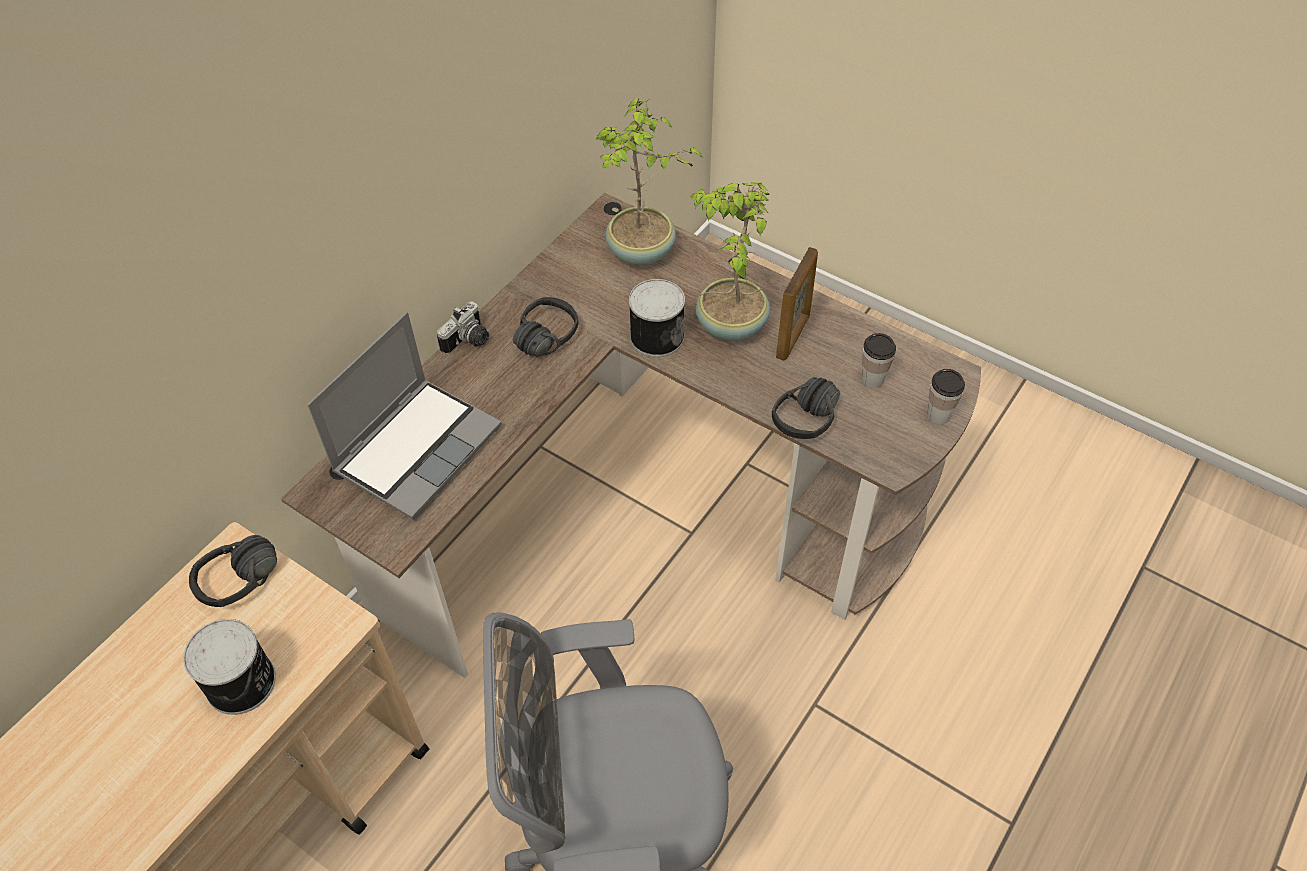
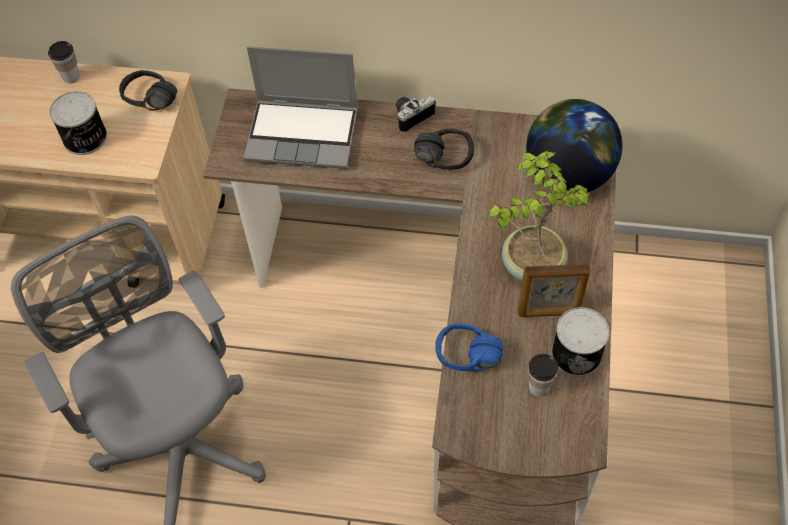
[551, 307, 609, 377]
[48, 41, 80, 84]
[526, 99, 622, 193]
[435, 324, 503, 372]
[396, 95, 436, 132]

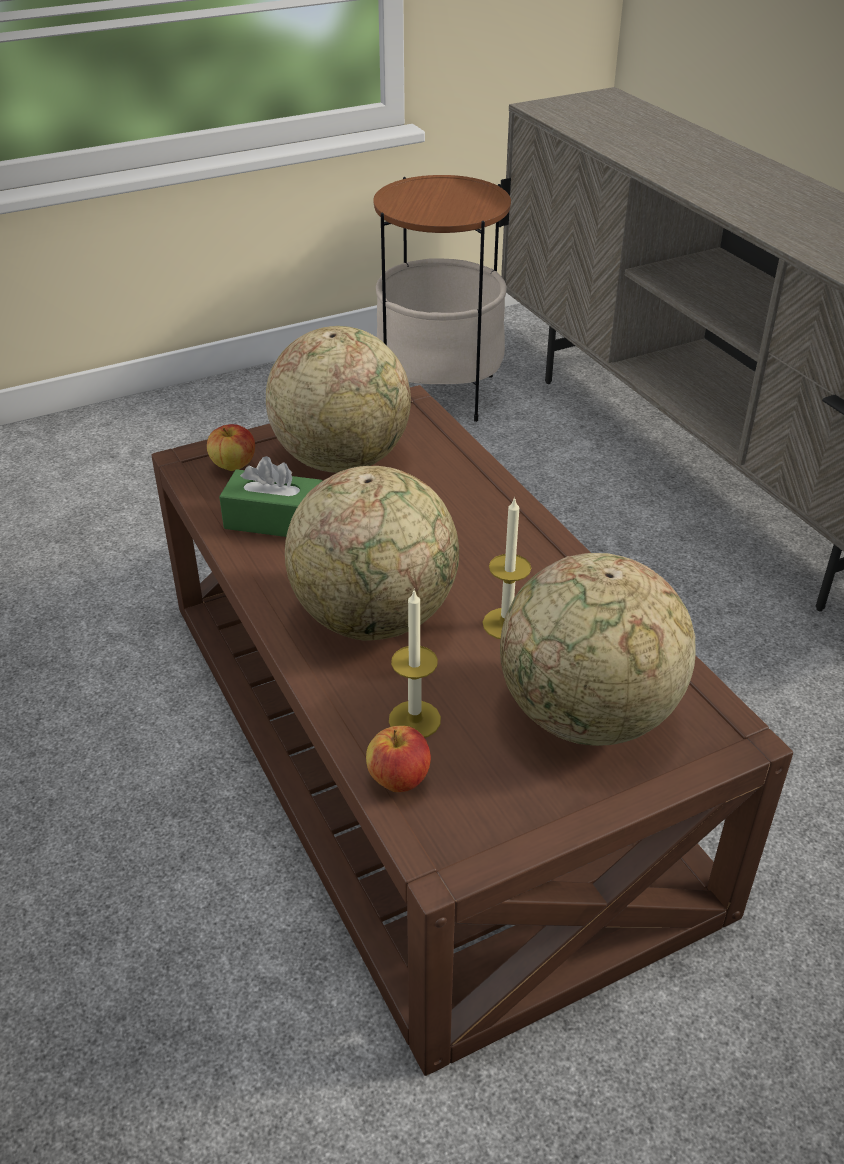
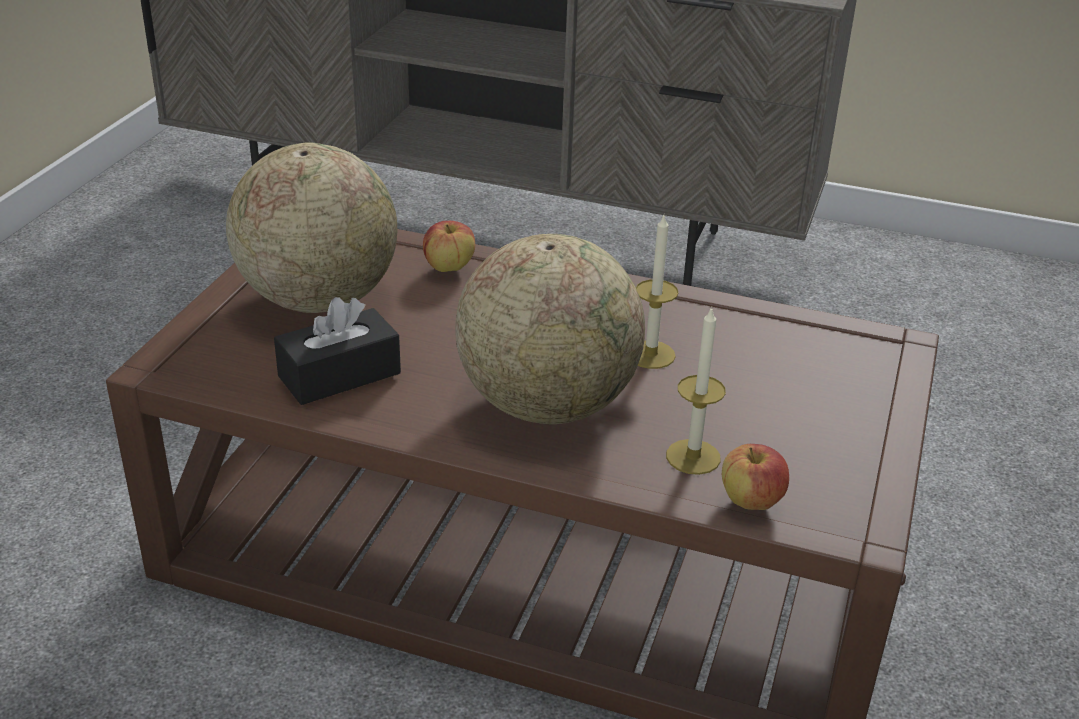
[373, 175, 511, 422] (first image)
[500, 553, 696, 746] (first image)
[423, 221, 475, 272]
[274, 297, 401, 405]

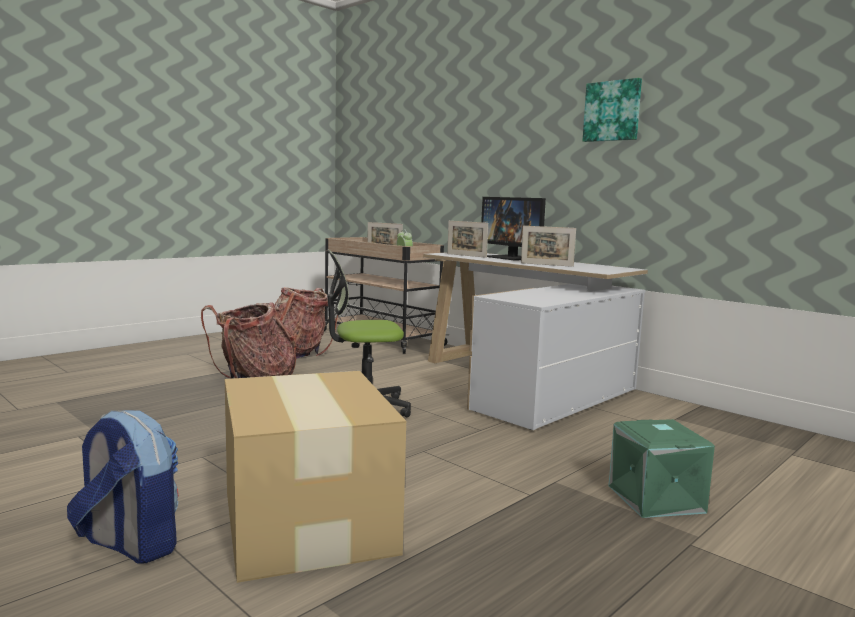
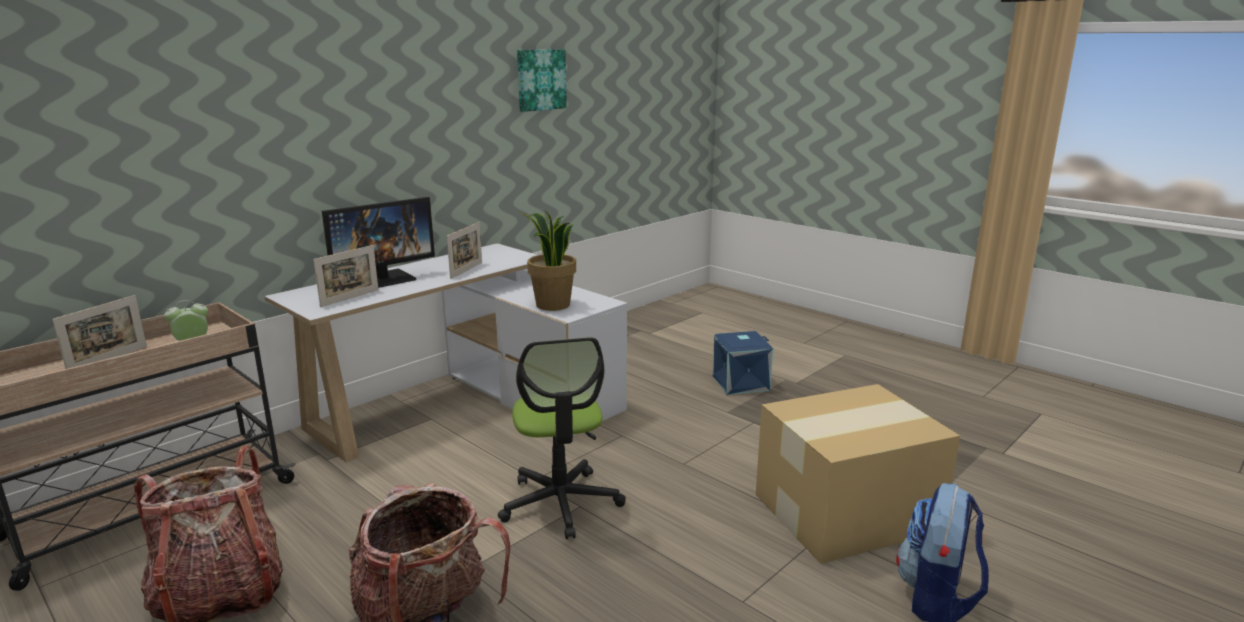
[519, 209, 576, 311]
[517, 49, 567, 112]
[712, 331, 773, 395]

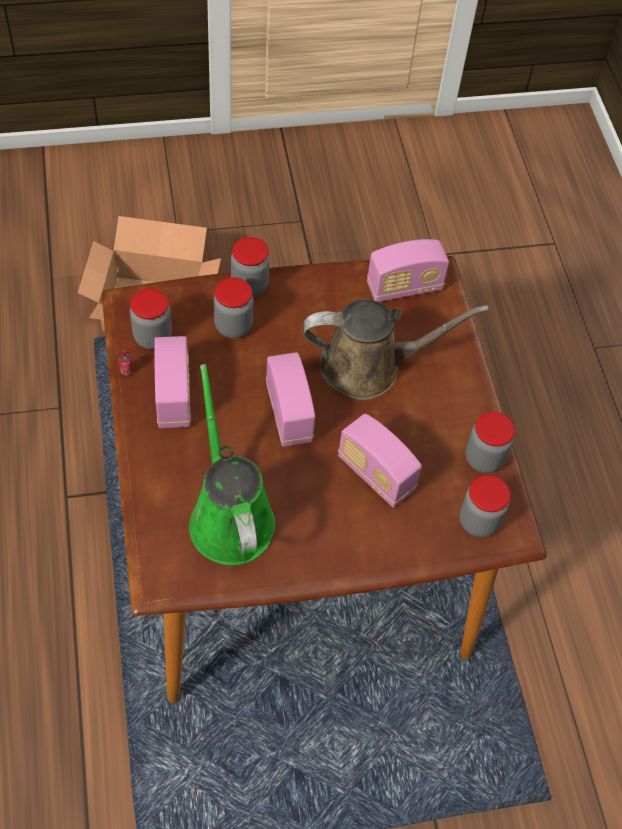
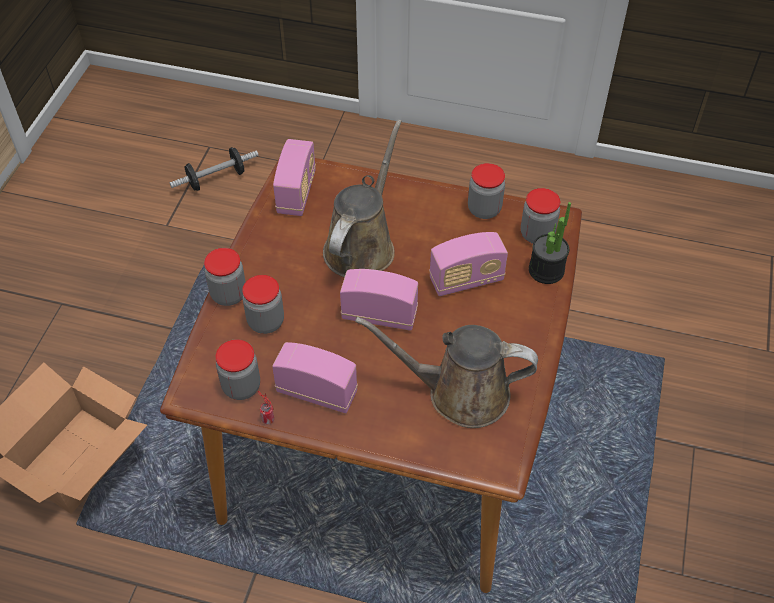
[170, 147, 259, 191]
[529, 202, 571, 284]
[355, 317, 538, 428]

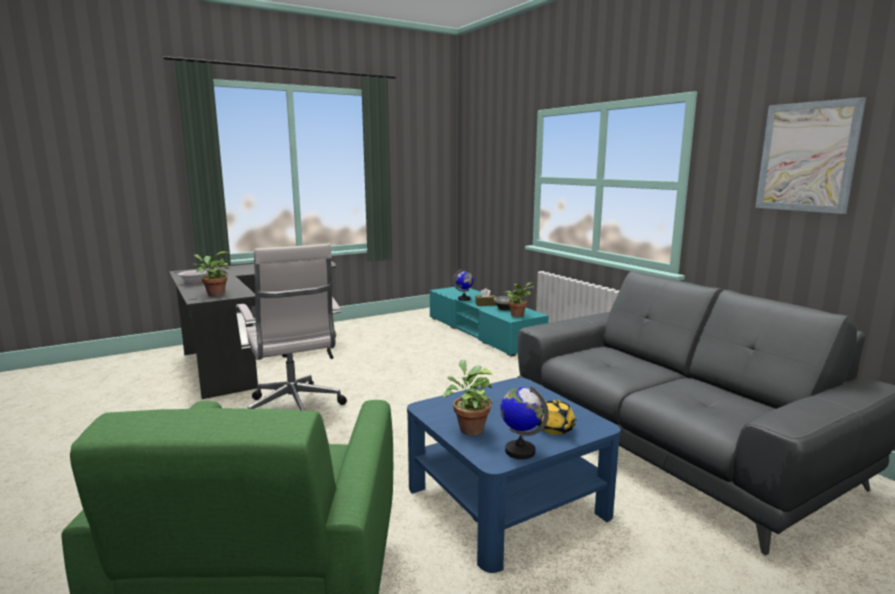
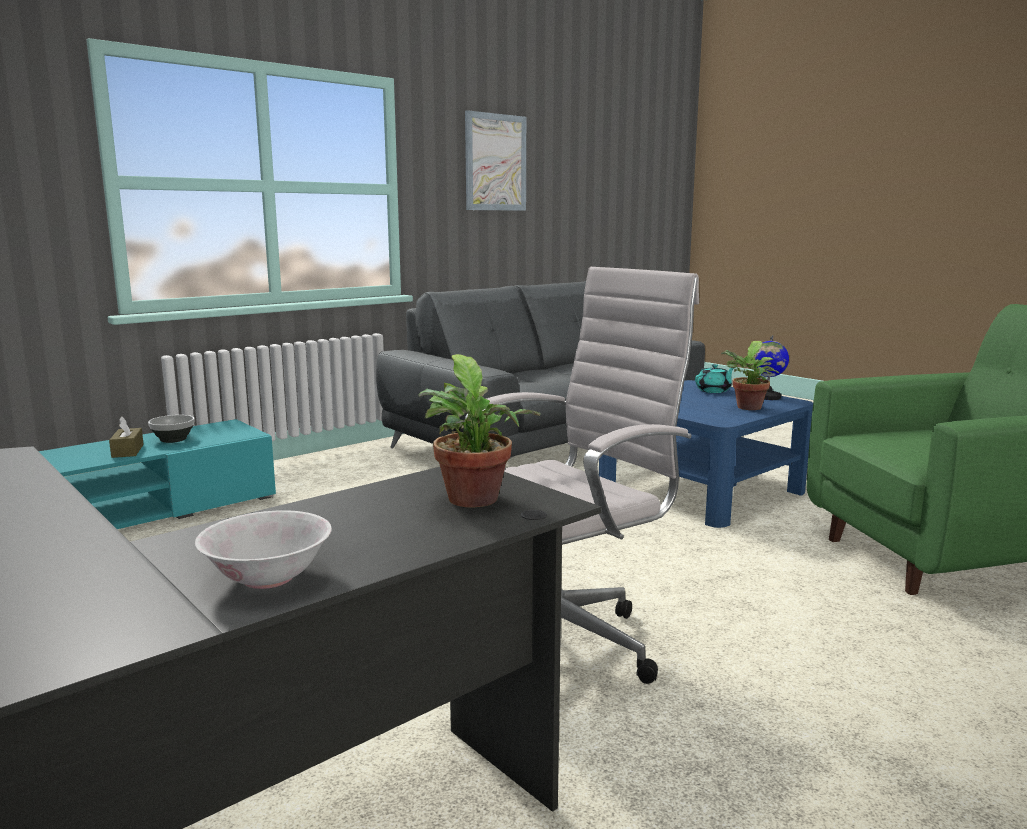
[453, 269, 474, 301] (first image)
[504, 282, 534, 317] (first image)
[695, 364, 734, 393]

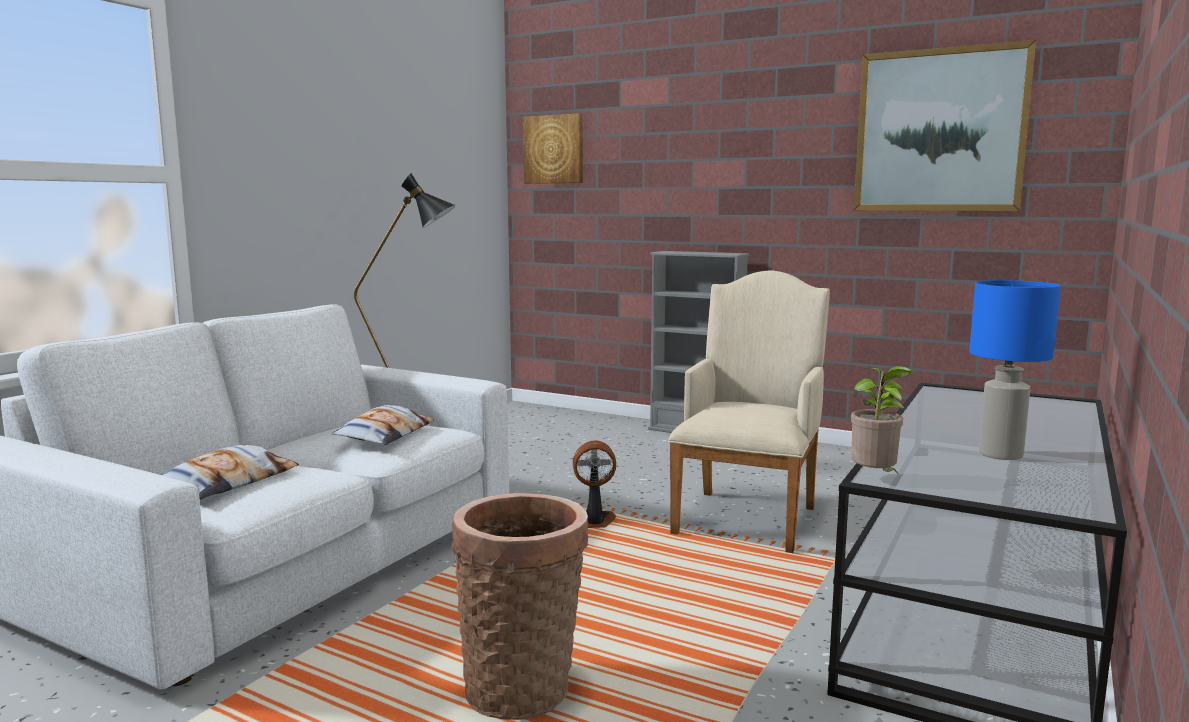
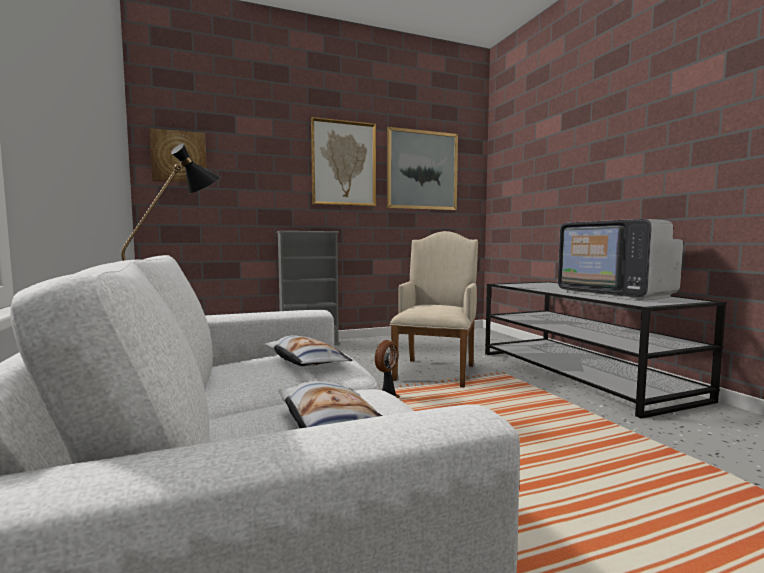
[451, 493, 589, 720] (first image)
[851, 366, 911, 472] (first image)
[311, 117, 376, 206]
[558, 219, 683, 300]
[390, 231, 478, 387]

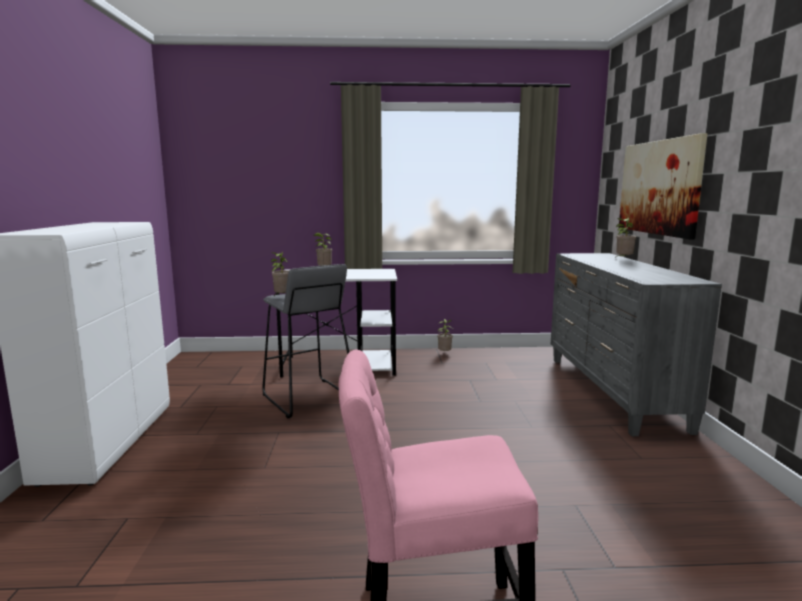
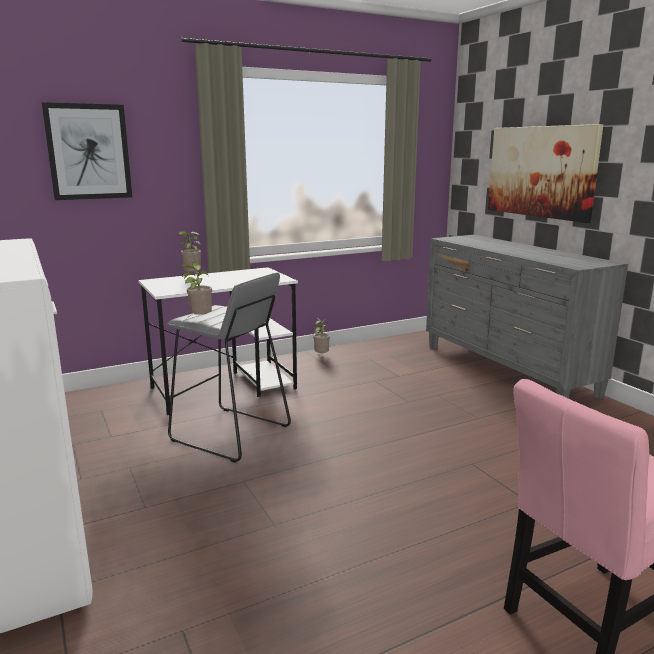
[615, 218, 636, 258] (first image)
[42, 102, 132, 200]

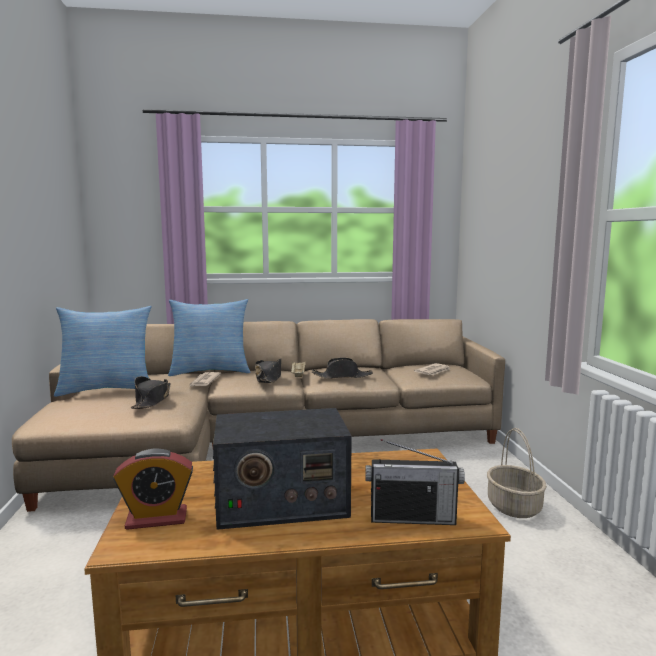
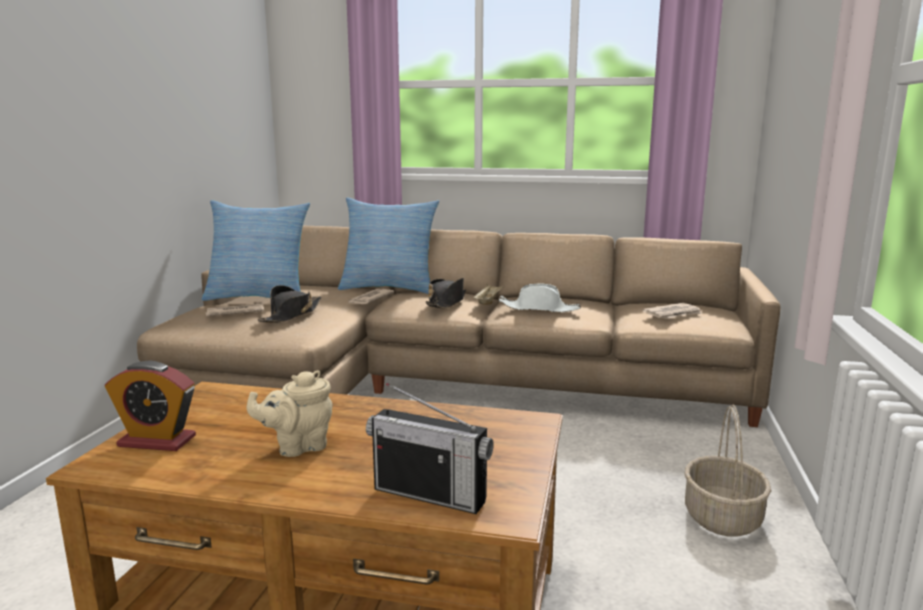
[205, 304, 264, 316]
[247, 371, 333, 457]
[498, 284, 581, 312]

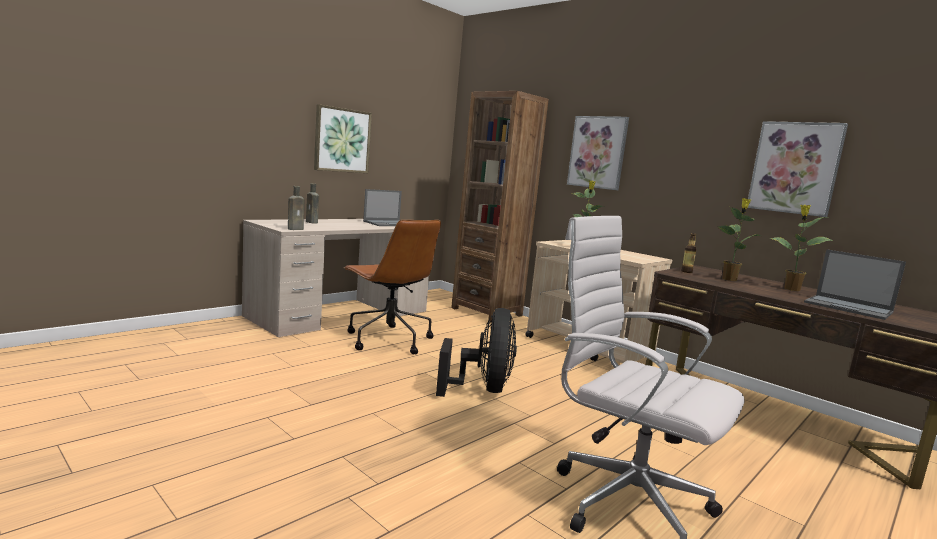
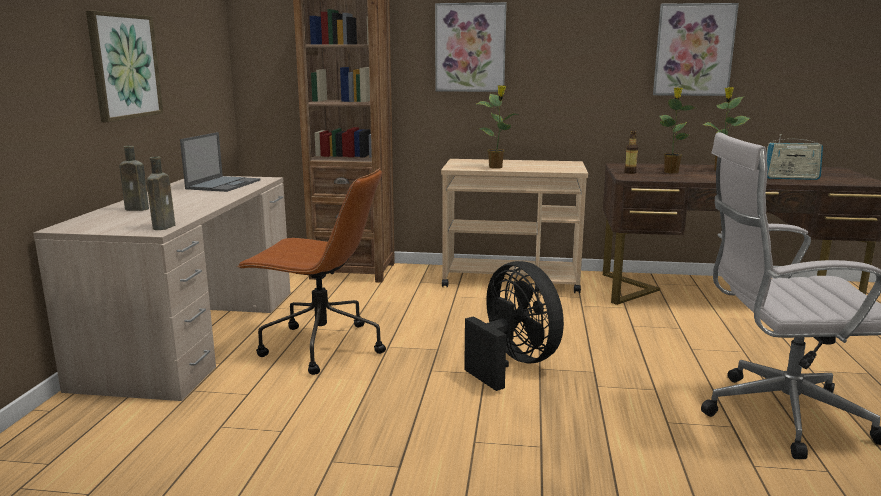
[766, 134, 823, 180]

